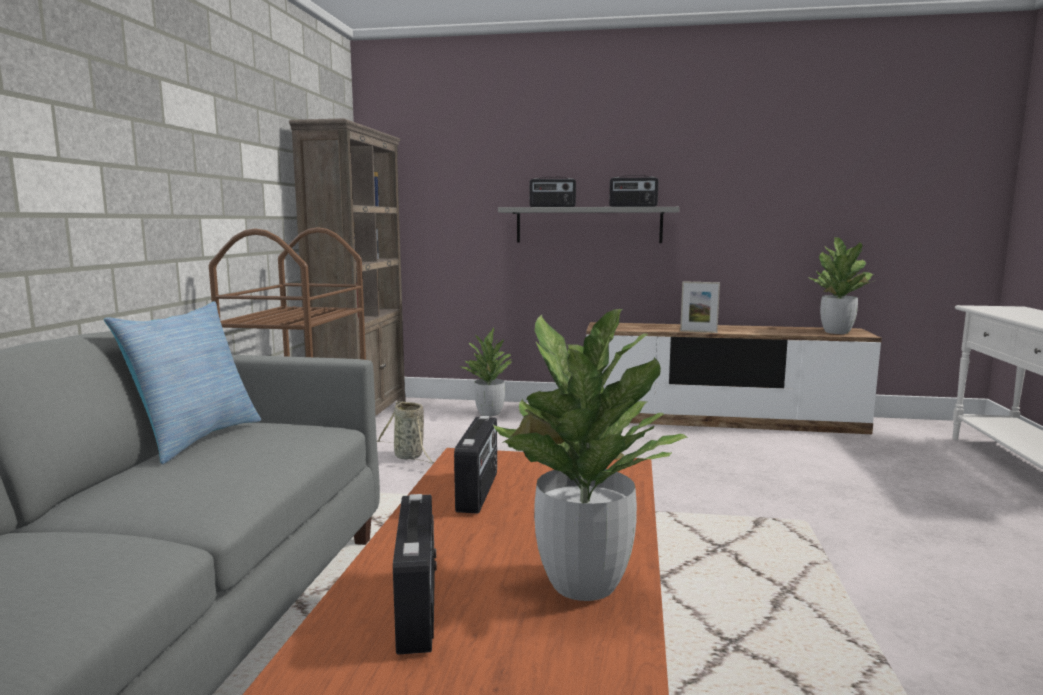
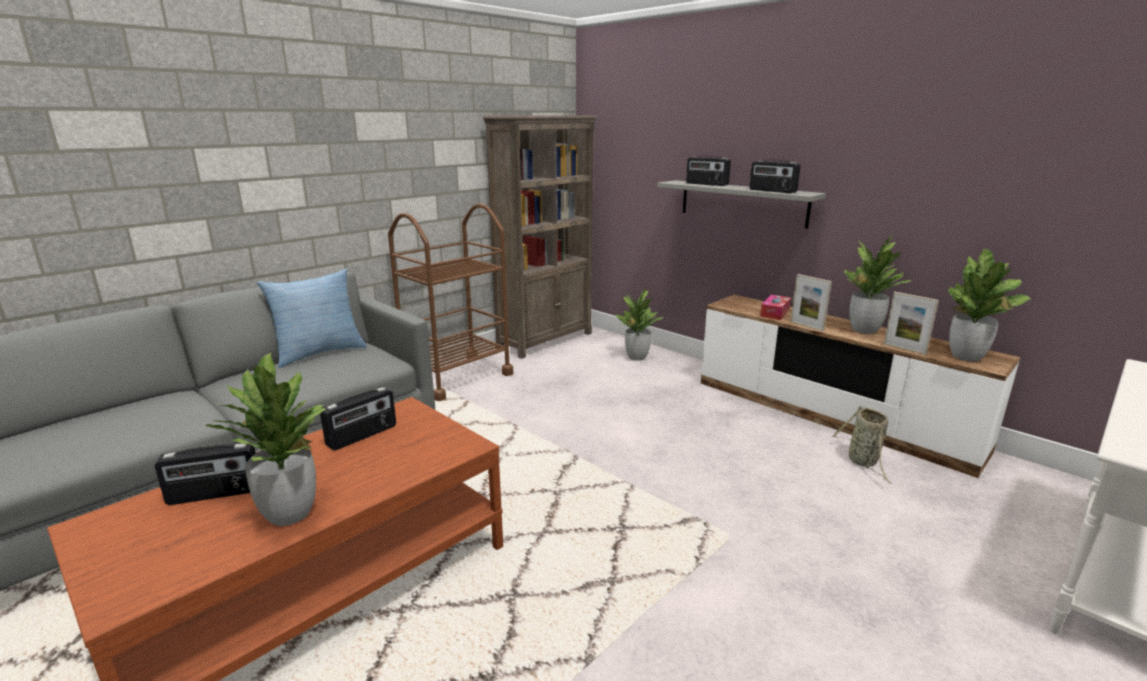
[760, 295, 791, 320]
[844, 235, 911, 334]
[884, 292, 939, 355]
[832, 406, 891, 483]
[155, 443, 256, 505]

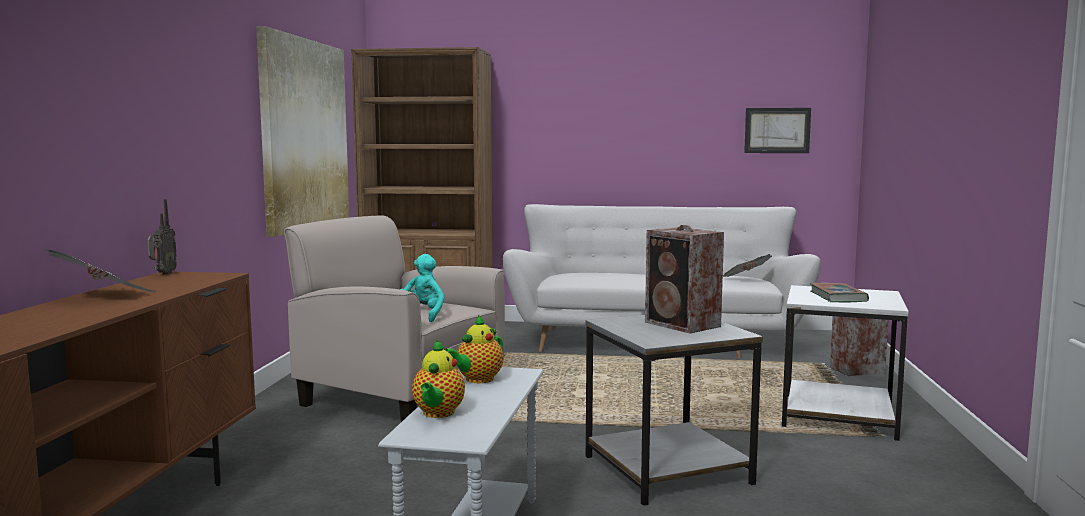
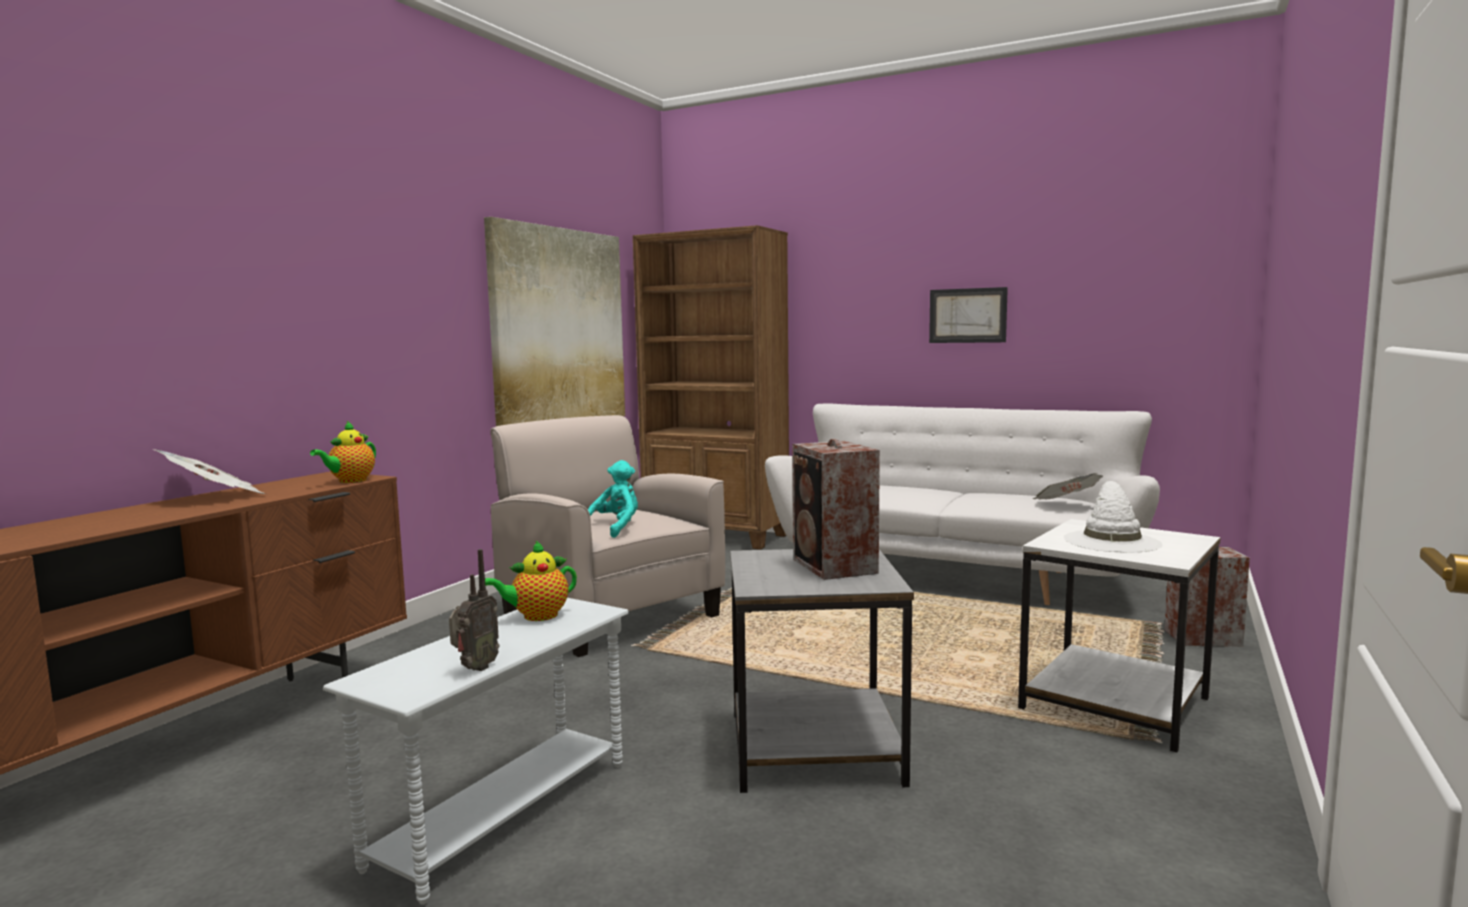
[449, 549, 500, 671]
[310, 421, 376, 483]
[929, 287, 1008, 343]
[1064, 481, 1163, 553]

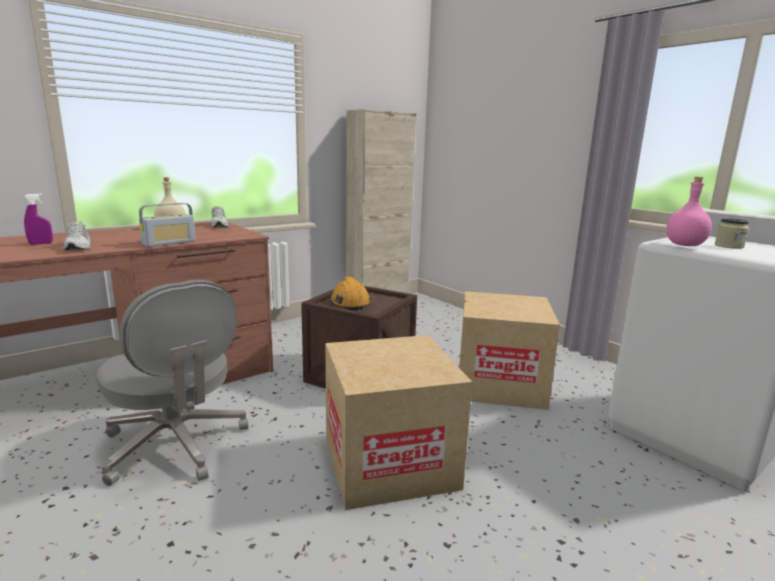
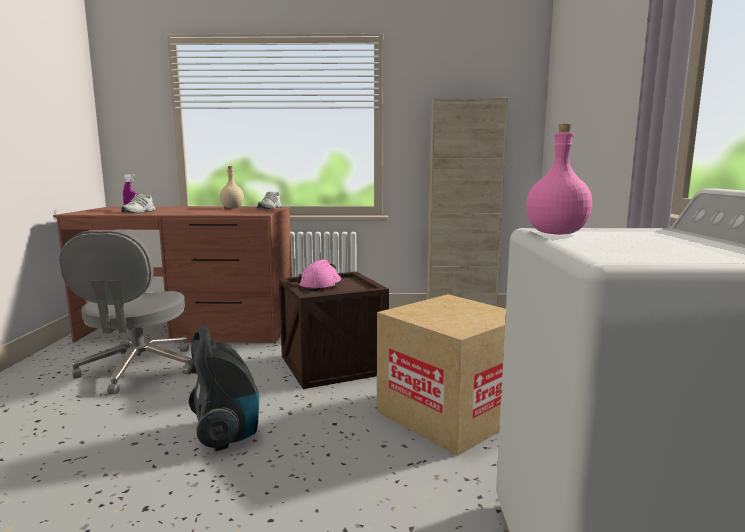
[139, 203, 196, 247] (first image)
[715, 218, 749, 249] (first image)
[189, 326, 259, 451]
[297, 260, 342, 291]

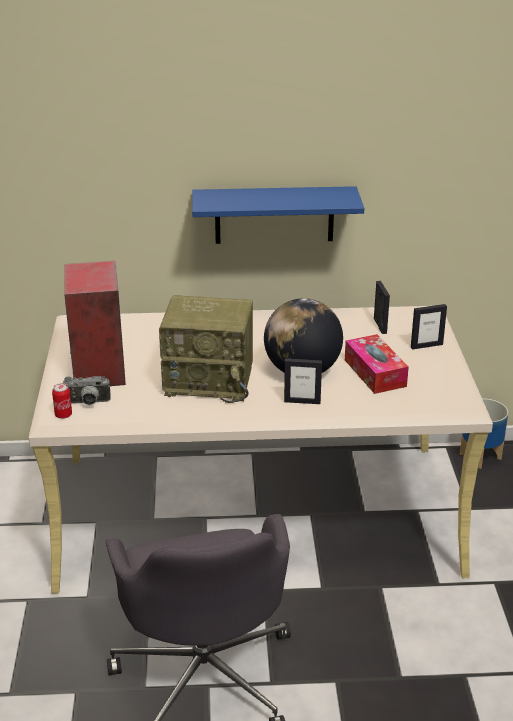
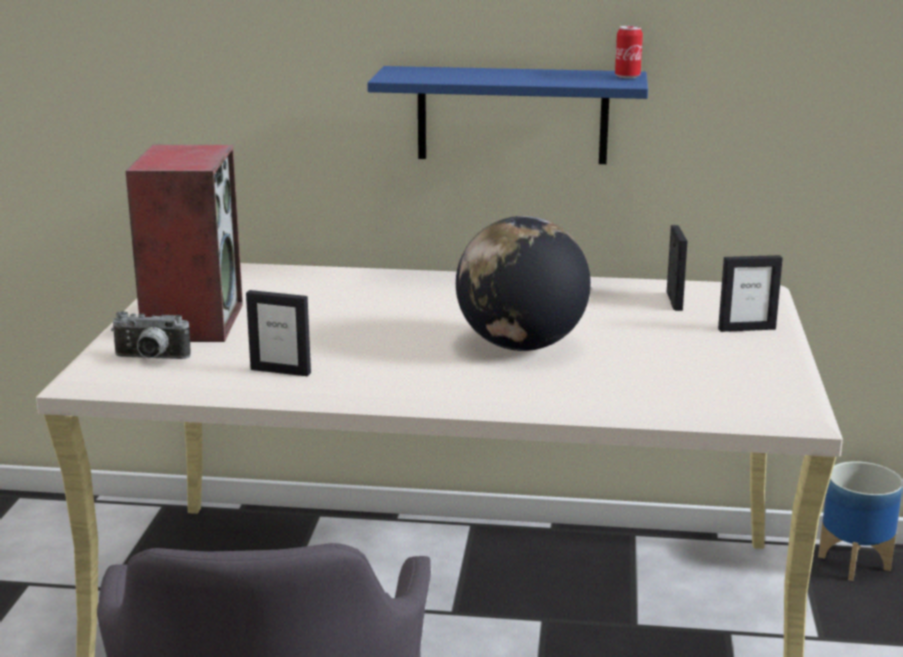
[159, 295, 253, 403] (first image)
[345, 334, 409, 394] (first image)
[615, 26, 643, 79]
[246, 290, 311, 376]

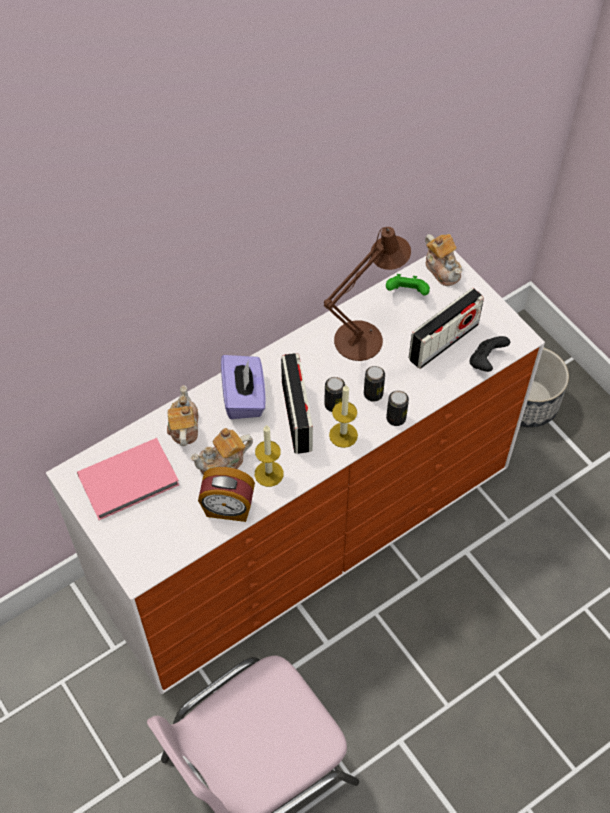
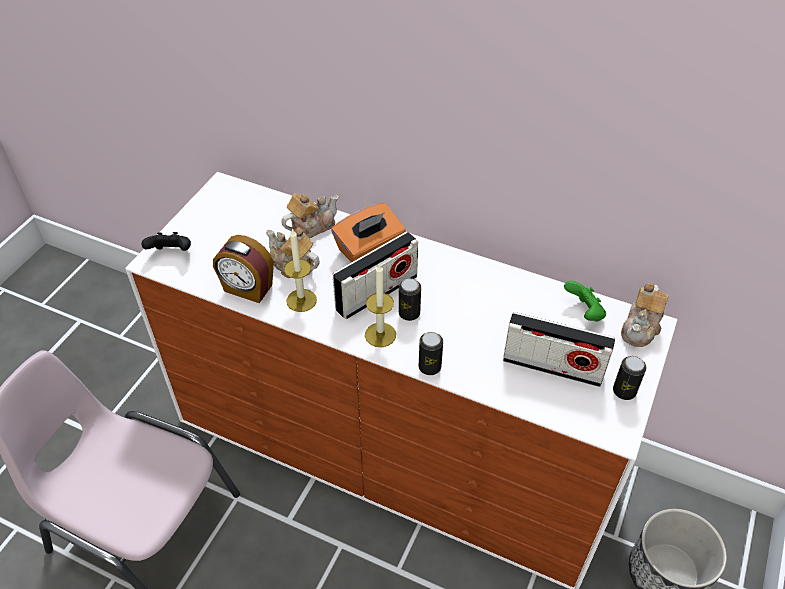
[77, 438, 179, 520] (first image)
[324, 227, 411, 361] (first image)
[613, 356, 646, 400]
[141, 232, 191, 251]
[331, 203, 406, 262]
[213, 235, 274, 303]

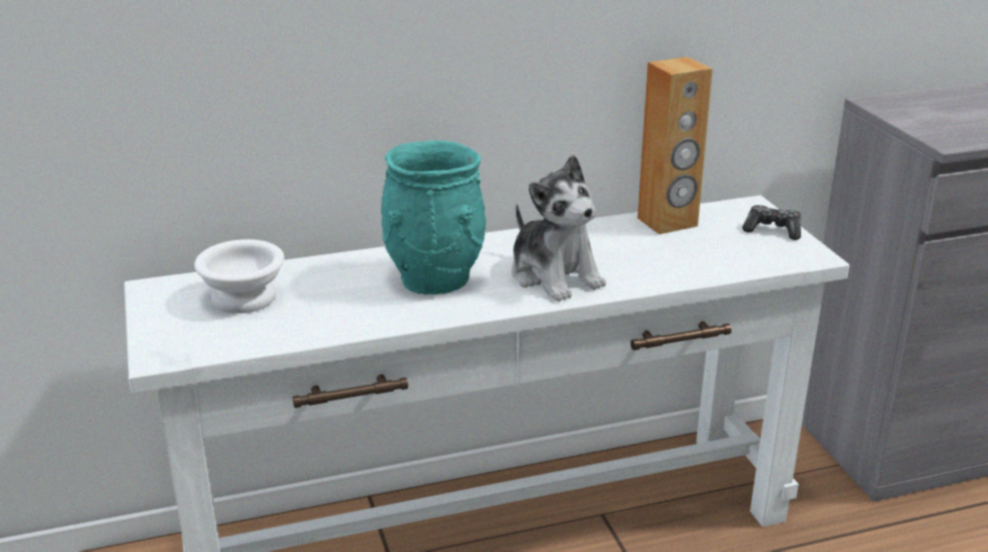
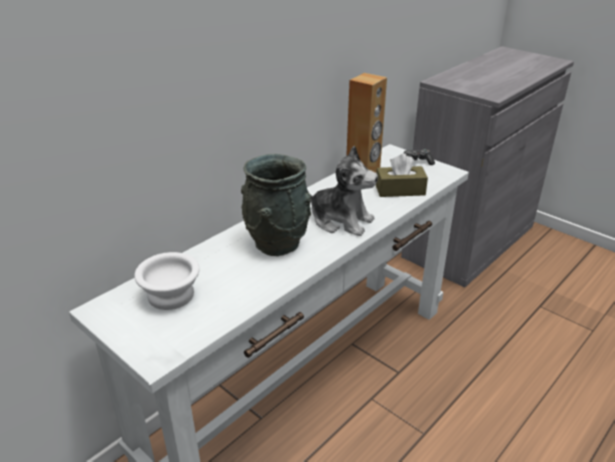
[376, 154, 428, 197]
[241, 154, 311, 256]

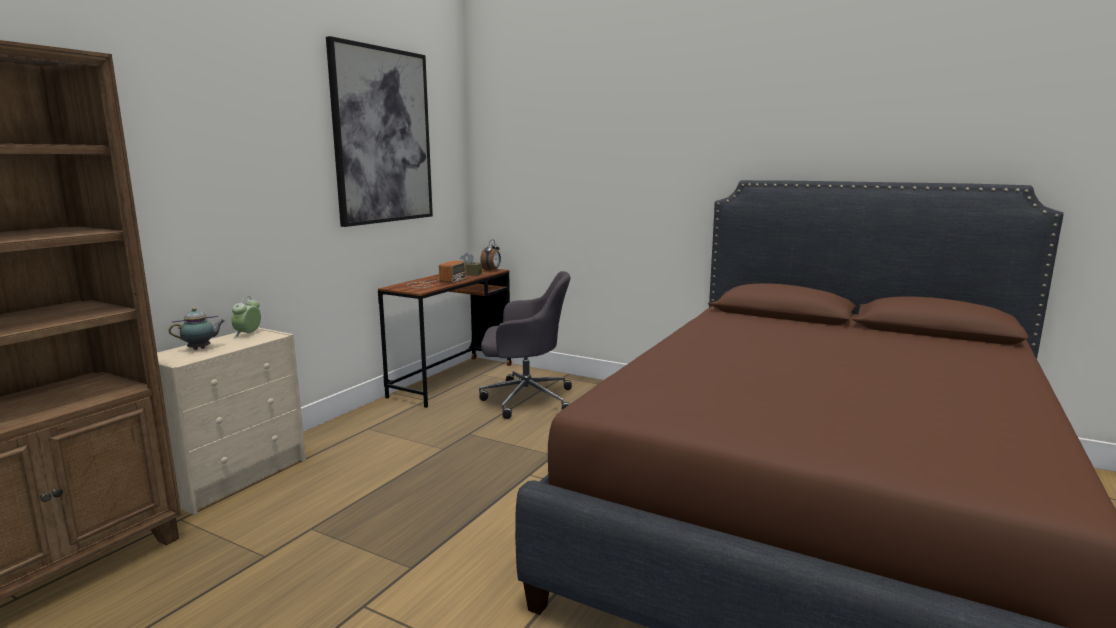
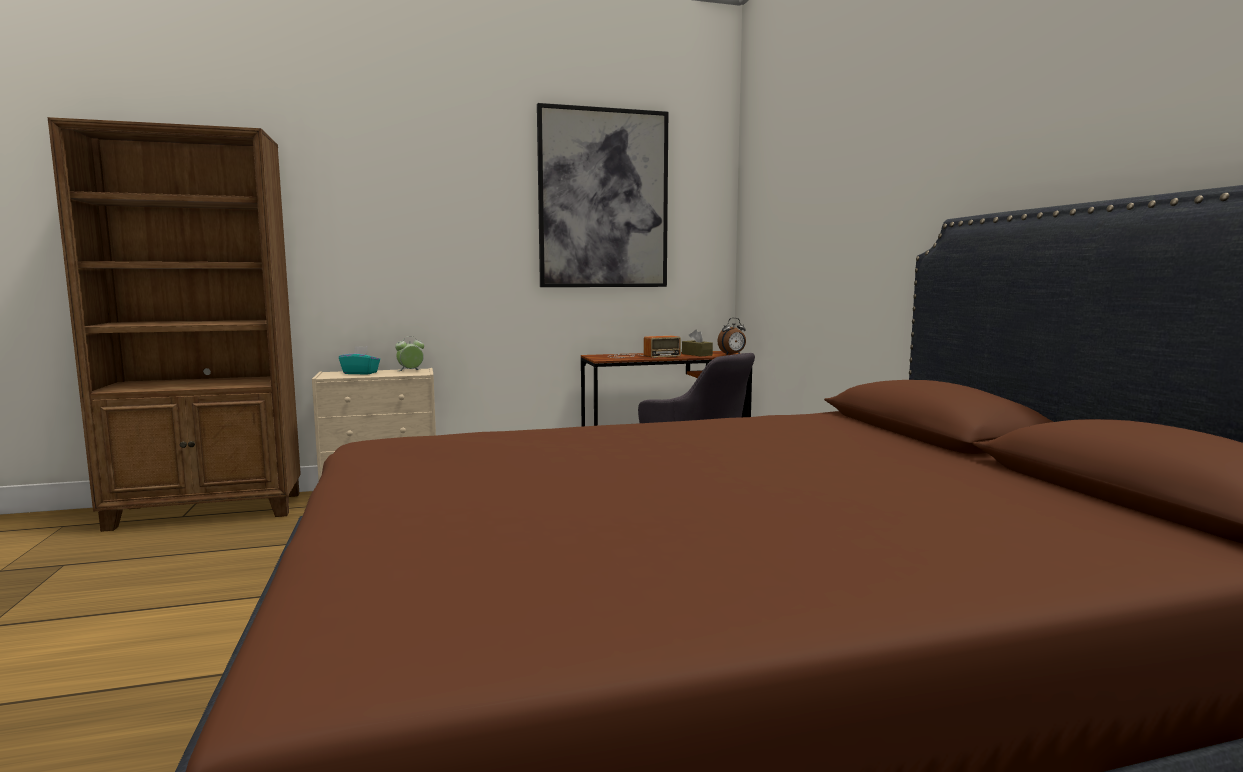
[339, 346, 380, 375]

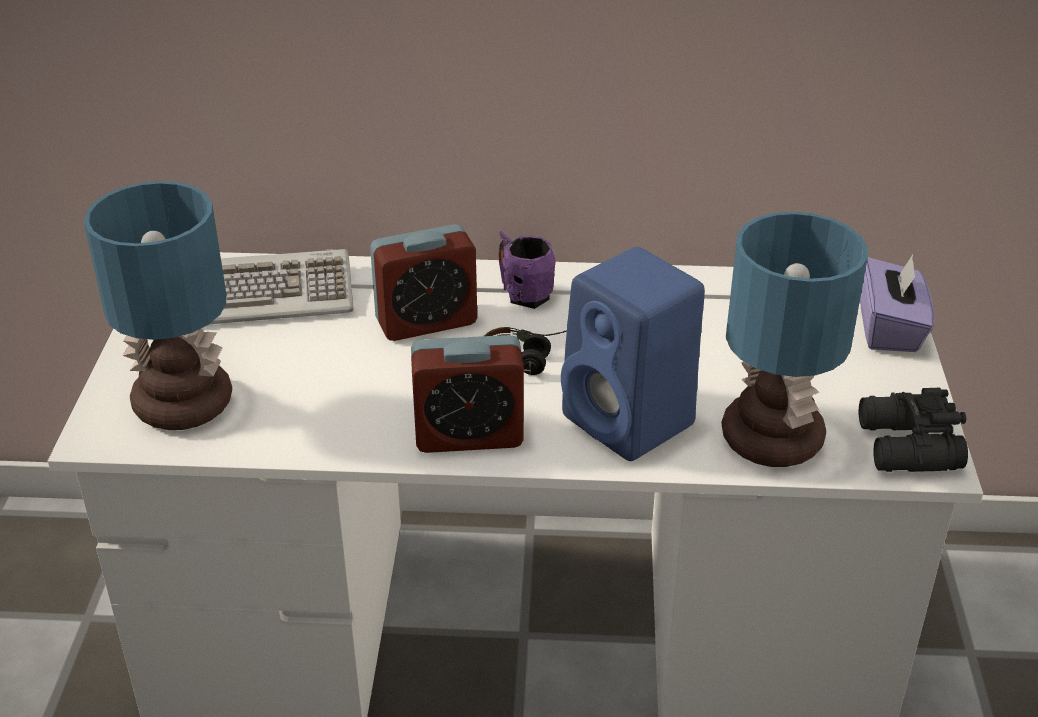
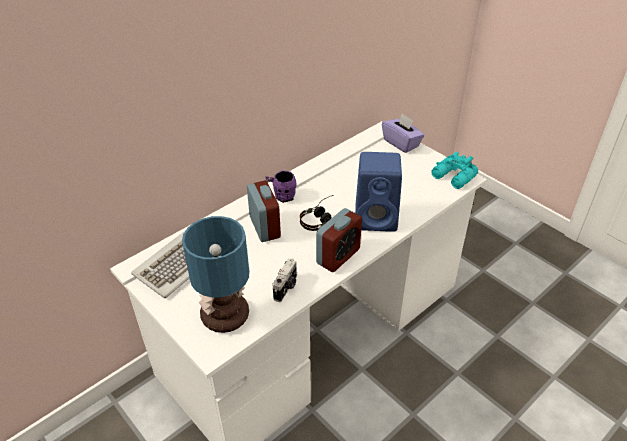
[721, 212, 868, 467] (first image)
[272, 258, 297, 302]
[431, 152, 478, 189]
[247, 181, 281, 242]

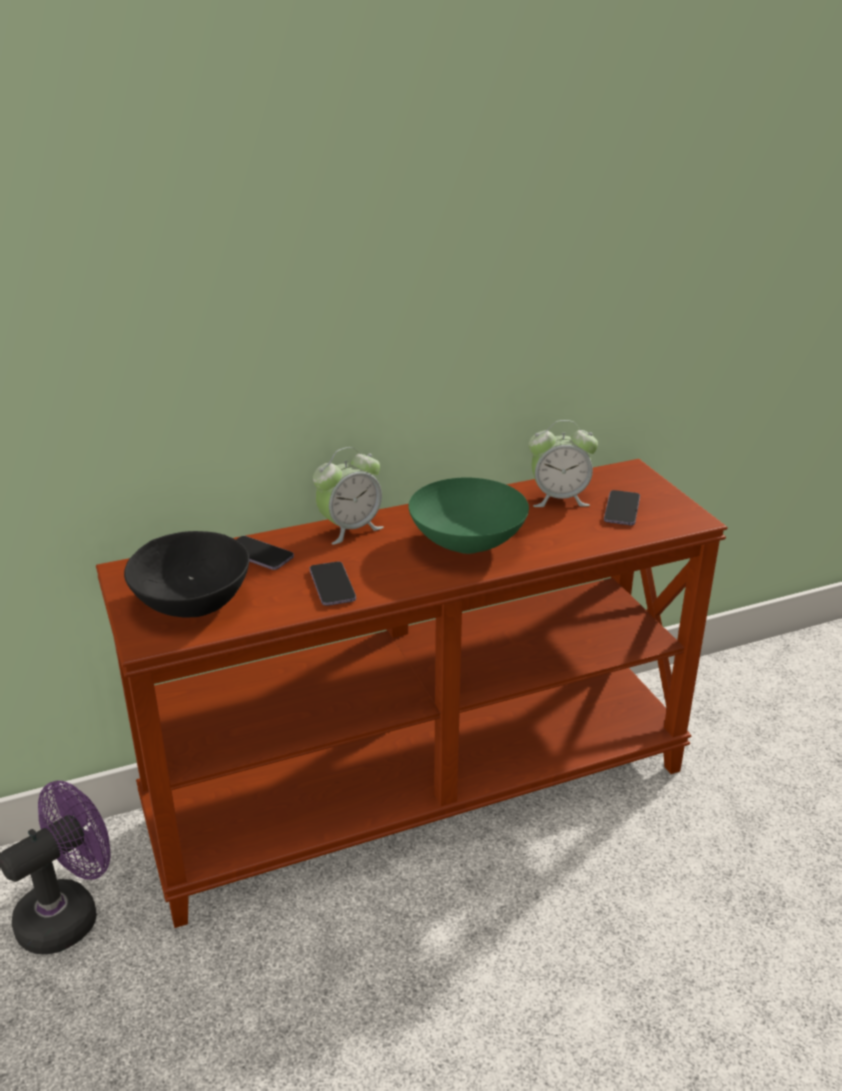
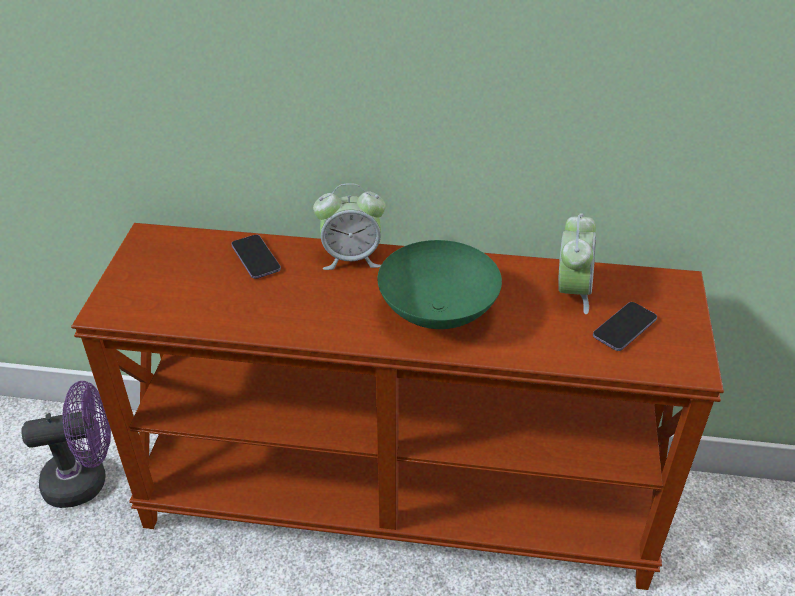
[124, 531, 249, 617] (first image)
[310, 562, 356, 606] (first image)
[558, 213, 596, 314]

